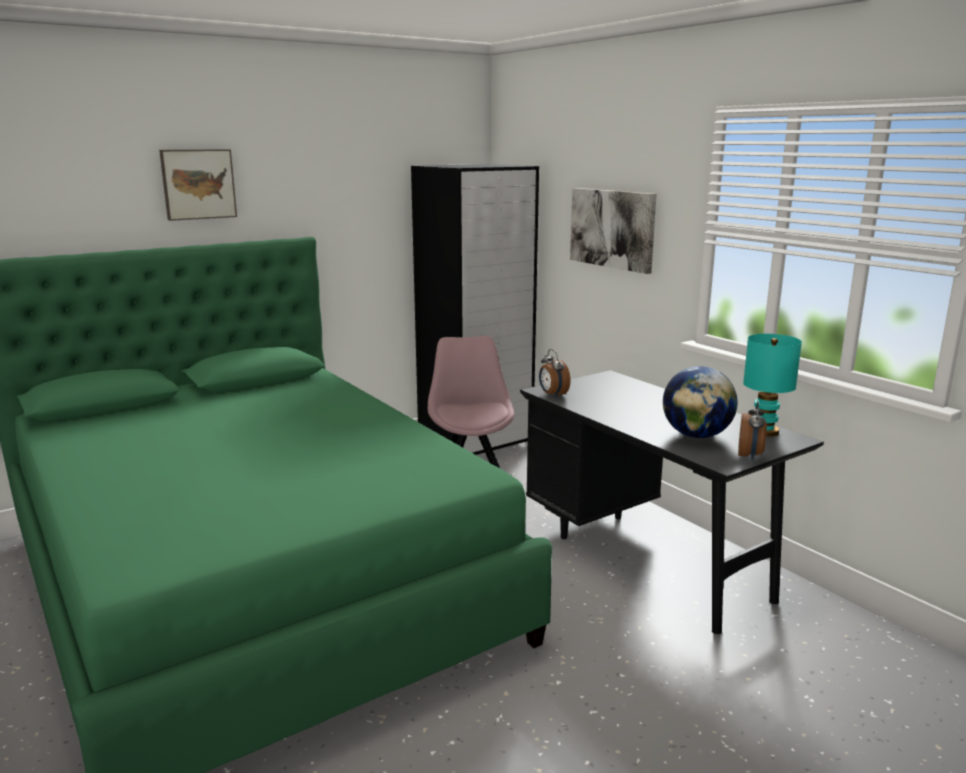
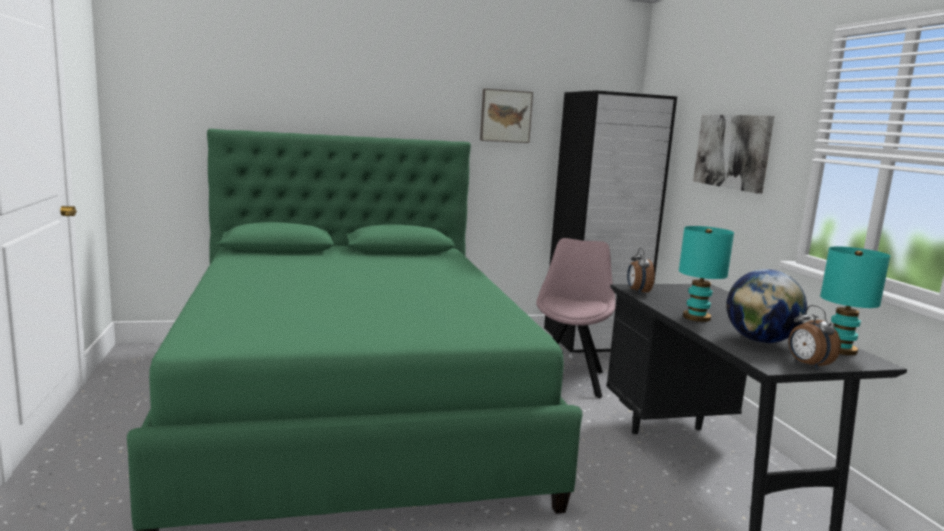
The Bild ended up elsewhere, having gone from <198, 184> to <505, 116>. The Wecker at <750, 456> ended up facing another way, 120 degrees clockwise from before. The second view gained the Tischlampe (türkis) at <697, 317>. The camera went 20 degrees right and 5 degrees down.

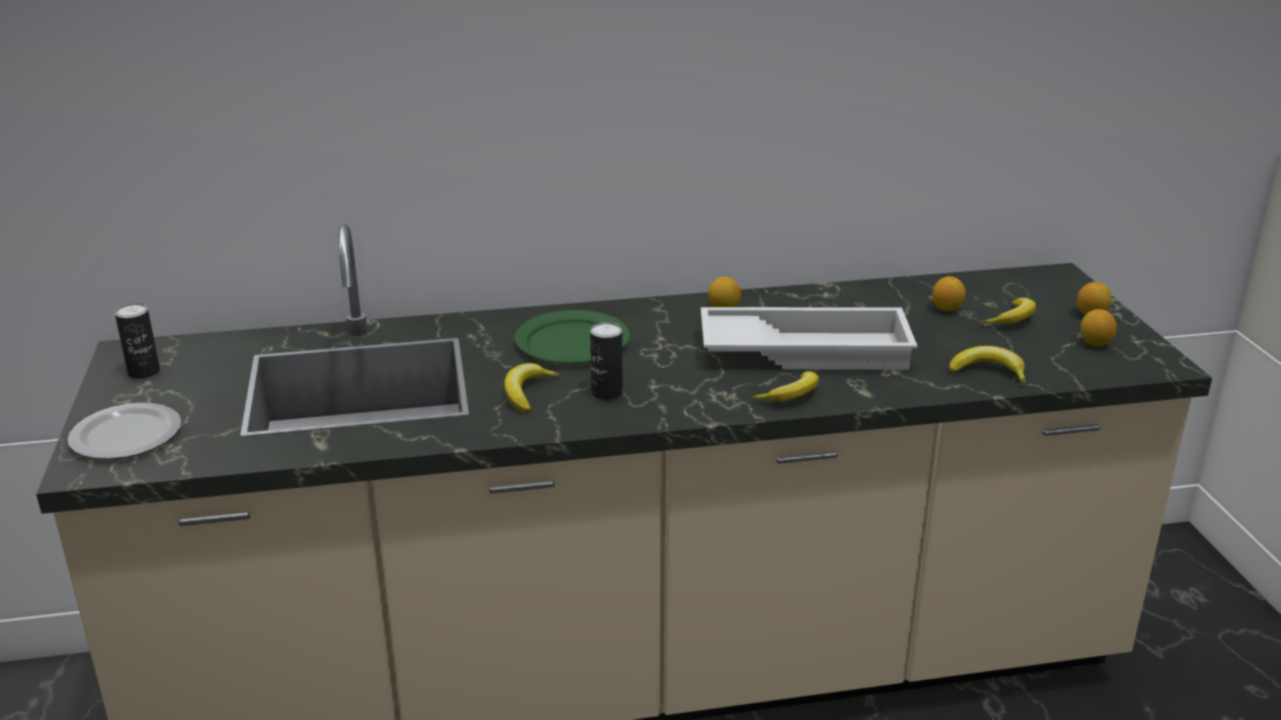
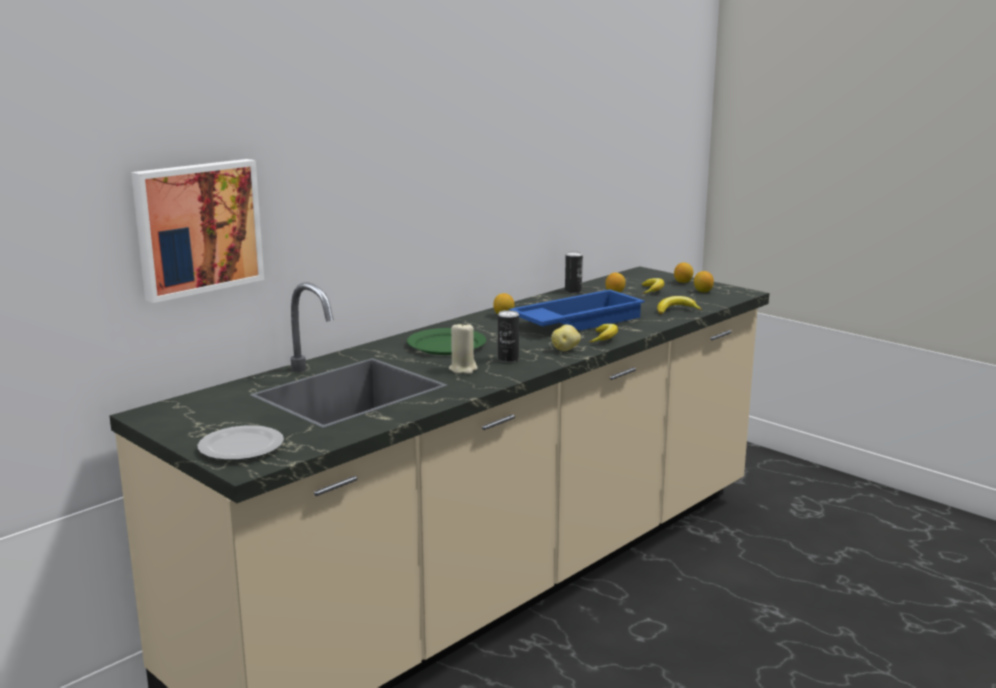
The Dose ended up elsewhere, having gone from <144, 372> to <573, 291>. What was the Tablett (weiß) at <806, 349> turned into the Tablett (blau) at <577, 321>. Where the Banane stood at <527, 393>, the Kerze (beige) came to stand at <463, 369>. The second view gained the Bild at <197, 227>. The second view gained the Kartoffel at <565, 349>. The camera went 35 degrees left and 10 degrees down.

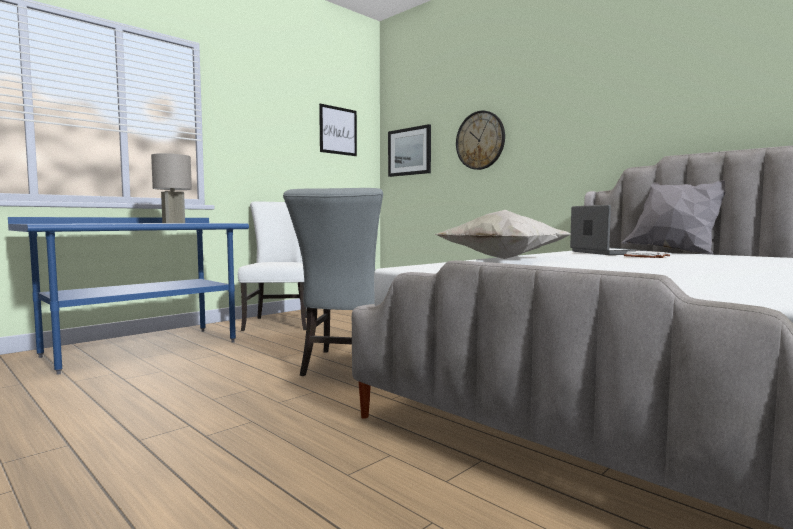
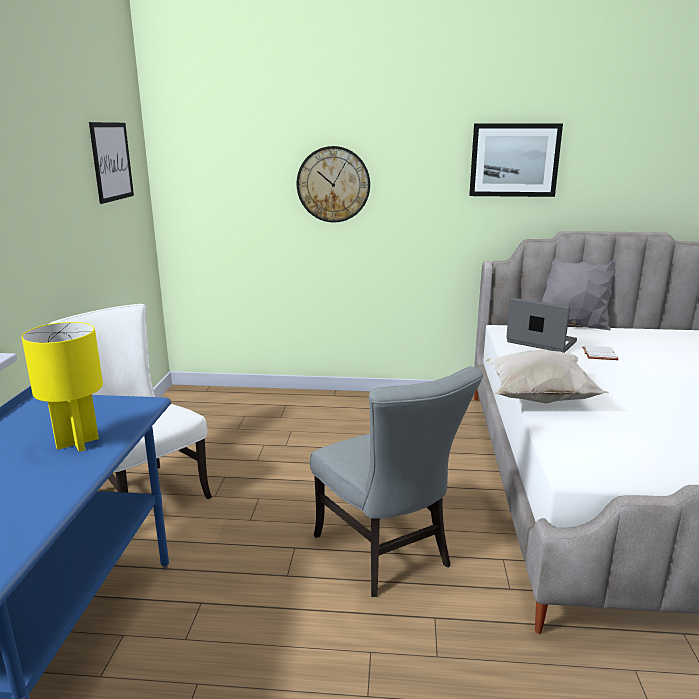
The Bild ended up elsewhere, having gone from <409, 151> to <514, 160>. What was the Tischlampe (grau) at <173, 223> turned into the Tischlampe (gelb) at <77, 443>. The camera went 40 degrees left and 15 degrees up.

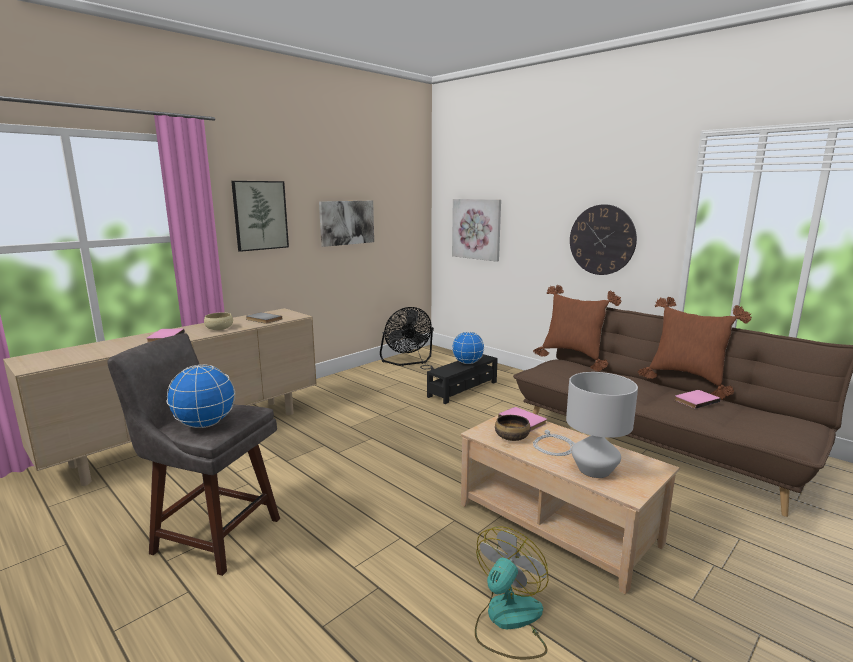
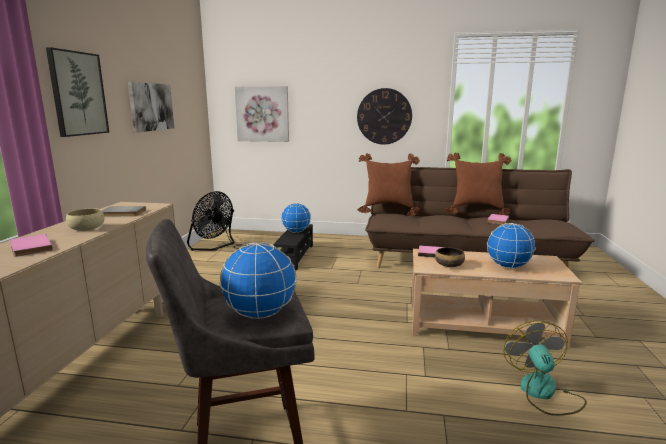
Where the Tischlampe (grau) stood at <578, 459>, the Globus came to stand at <508, 267>. The camera went 35 degrees left and 0 degrees up.

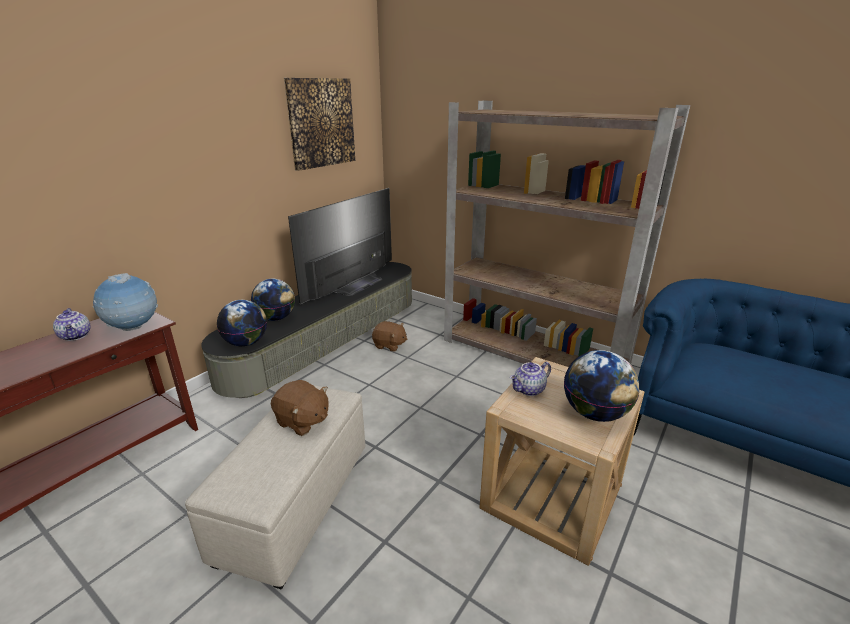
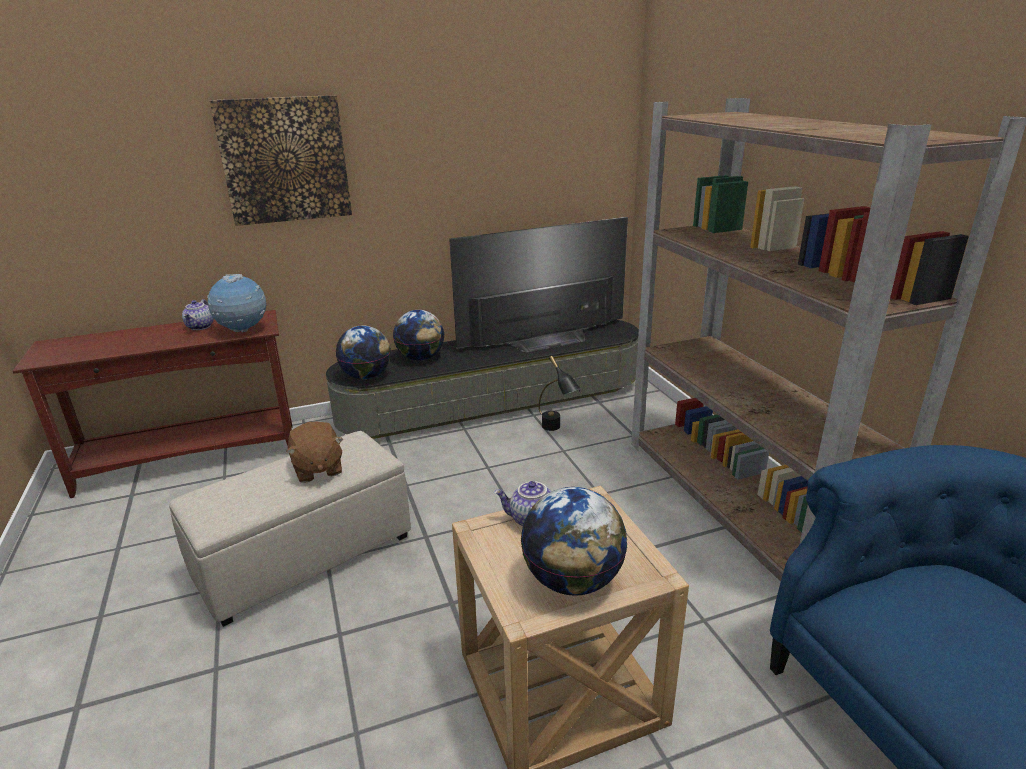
The Bild ended up elsewhere, having gone from <321, 123> to <285, 160>. Where the Plüschtier (braun) stood at <389, 345>, the Tischlampe (schwarz) came to stand at <556, 430>. The camera went 35 degrees right and 0 degrees up.

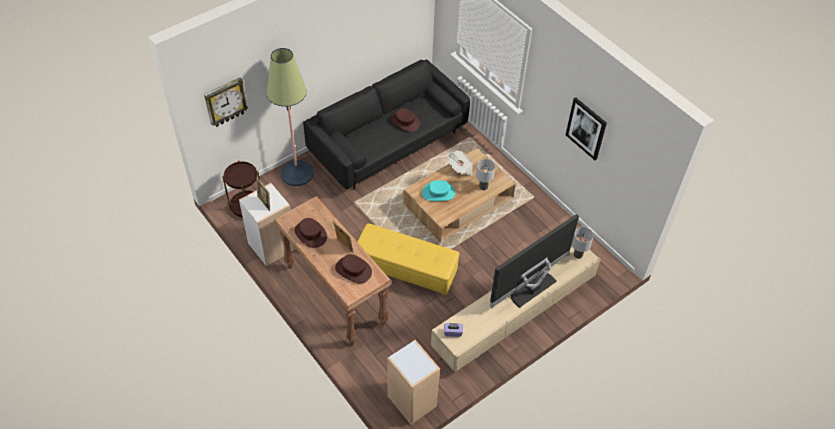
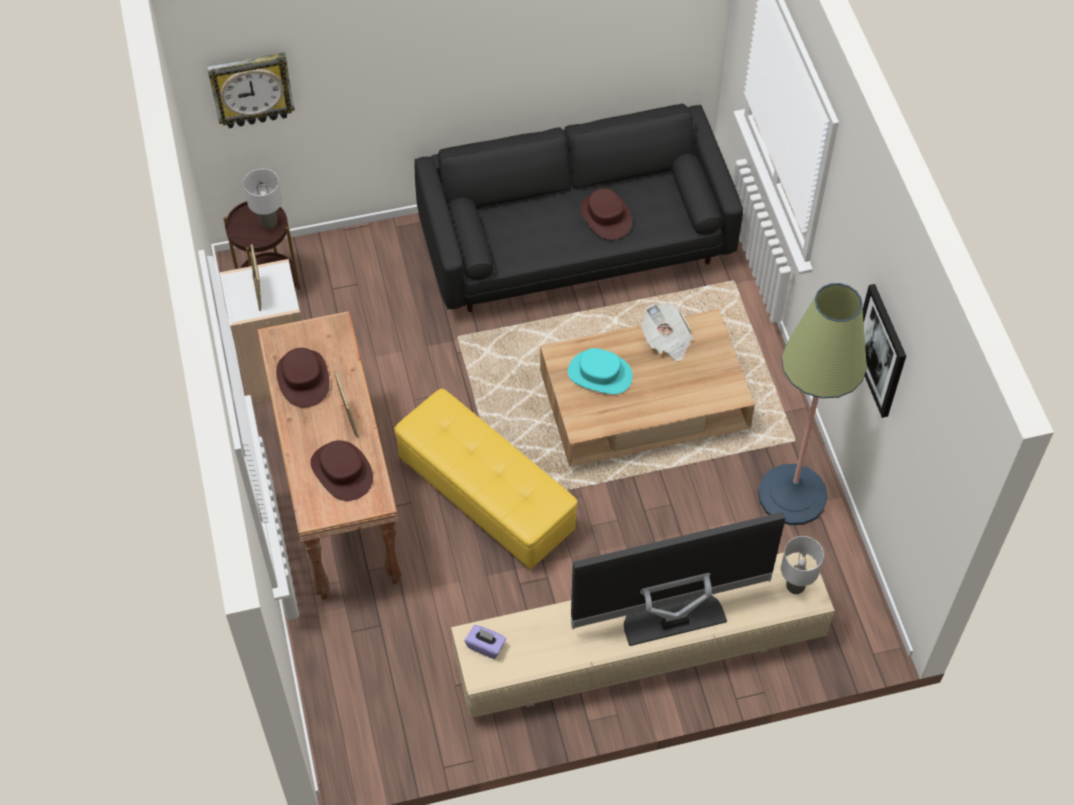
The Stehlampe ended up elsewhere, having gone from <297, 173> to <792, 495>. The Tischlampe (weiß) ended up elsewhere, having gone from <483, 187> to <268, 223>. The second view lost the Bücherregal at <412, 402>. The camera went 25 degrees right and 5 degrees up.

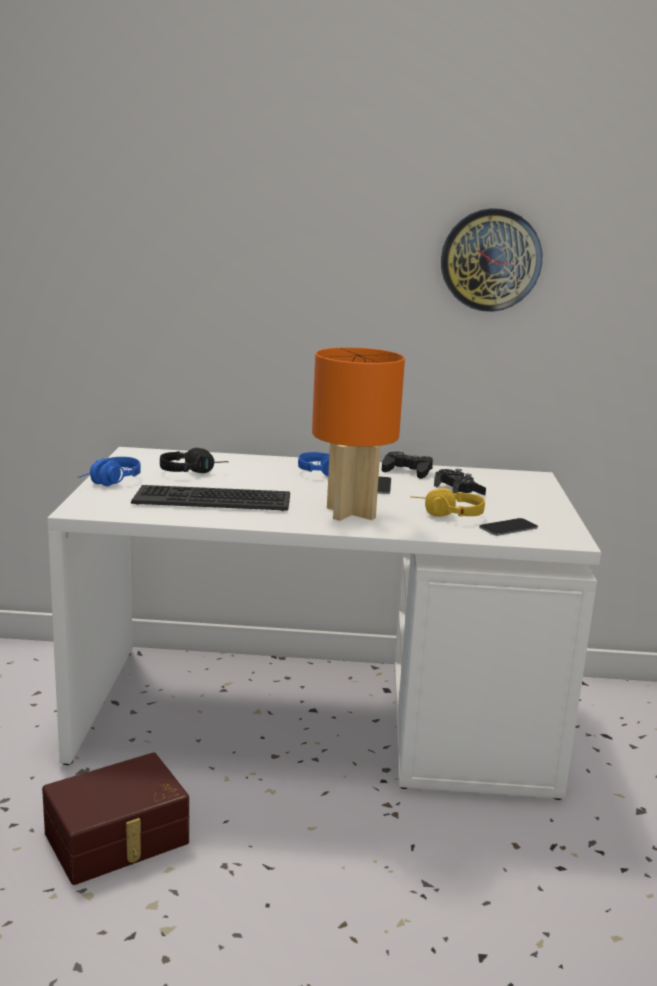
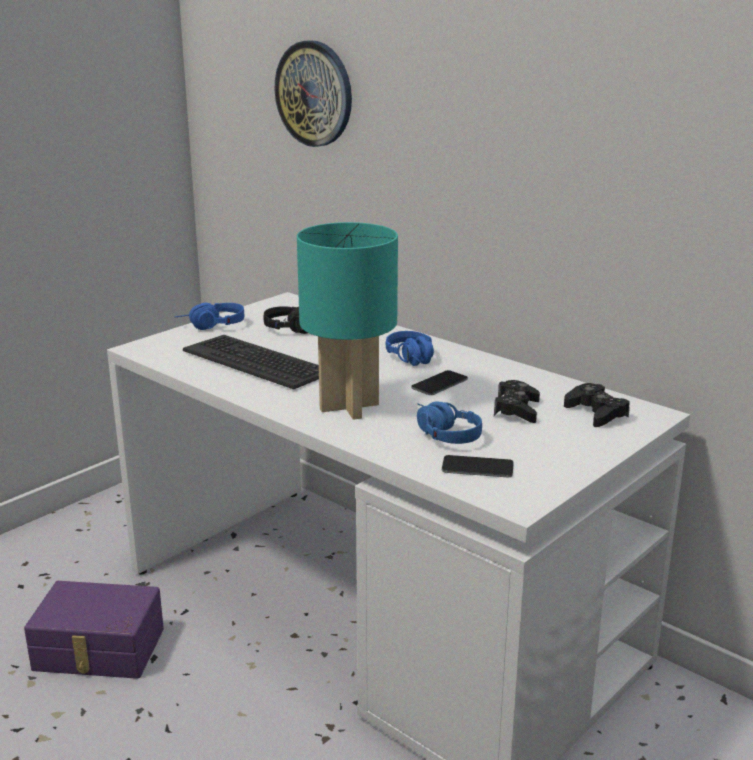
The Wanduhr ended up elsewhere, having gone from <490, 260> to <314, 94>. What was the Tischlampe (orange) at <352, 513> turned into the Tischlampe (türkis) at <350, 407>. The Gamepad (schwarz) ended up elsewhere, having gone from <407, 471> to <596, 413>. What was the Kopfhörer (gelb) at <446, 515> turned into the Kopfhörer (blau) at <441, 434>. What was the Aufbewahrungsbox (braun) at <118, 840> turned into the Aufbewahrungsbox (lila) at <98, 650>. The camera went 40 degrees right and 5 degrees up.

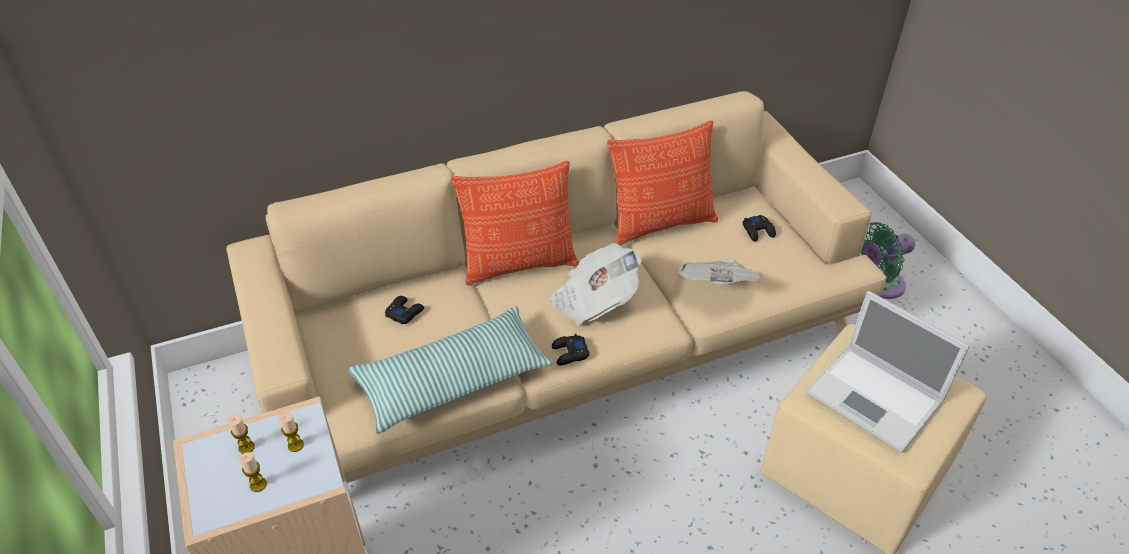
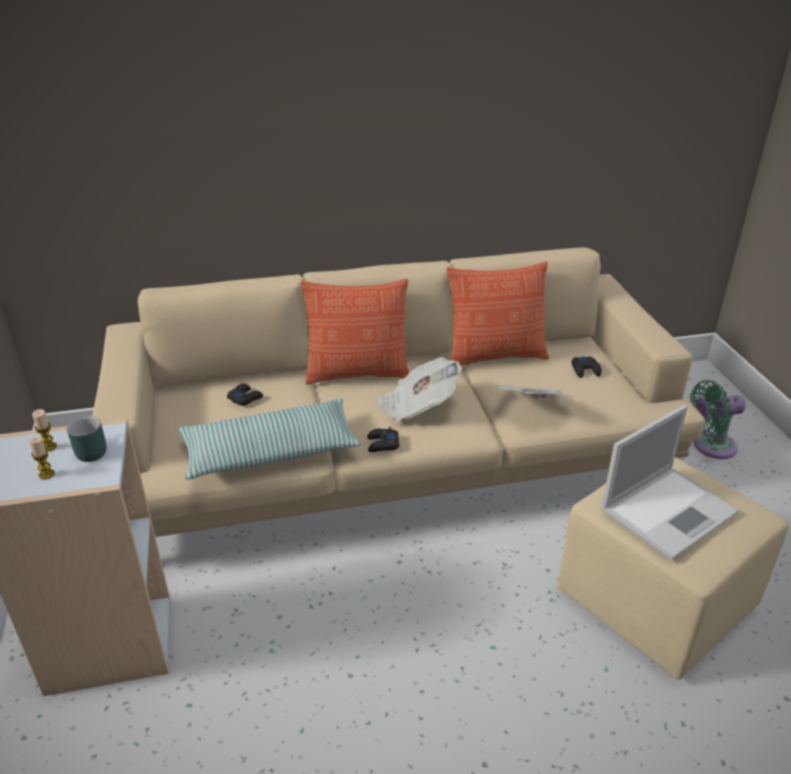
The Laptop at <876, 398> ended up facing another way, 90 degrees counterclockwise from before. Where the Kerze stood at <295, 445>, the Henkelbecher (türkis) came to stand at <91, 450>. The camera went 10 degrees right and 10 degrees down.

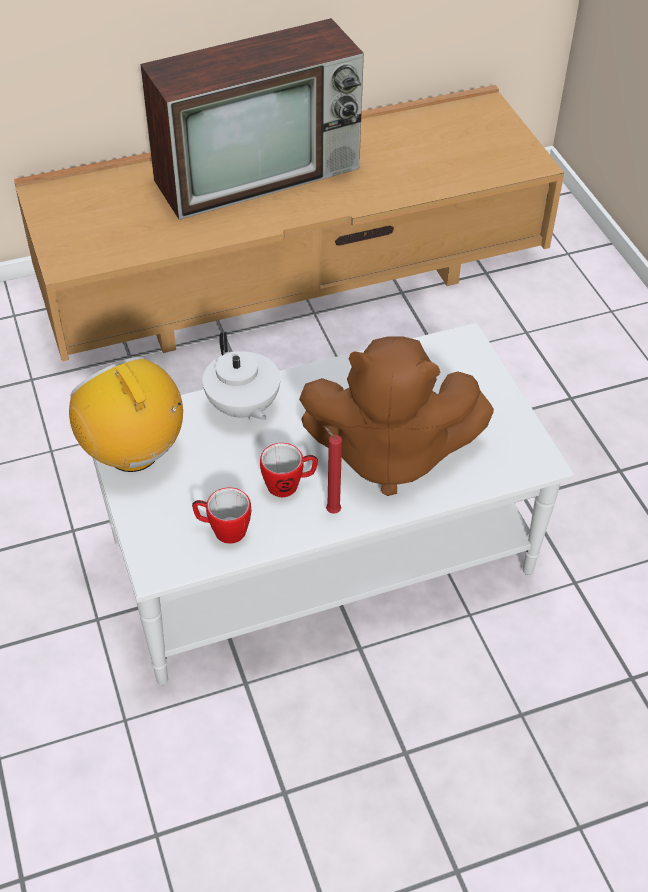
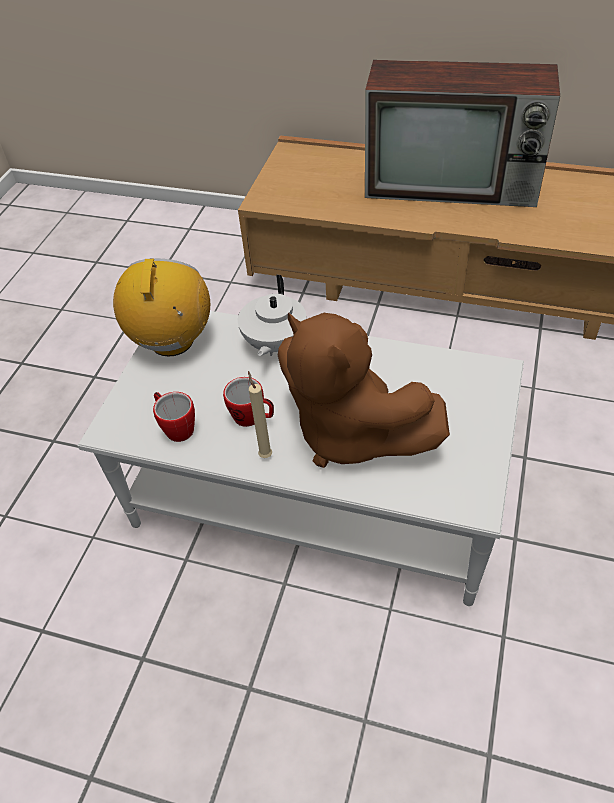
What was the Kerze (rot) at <331, 510> turned into the Kerze (beige) at <265, 454>. The camera went 40 degrees right and 0 degrees up.

